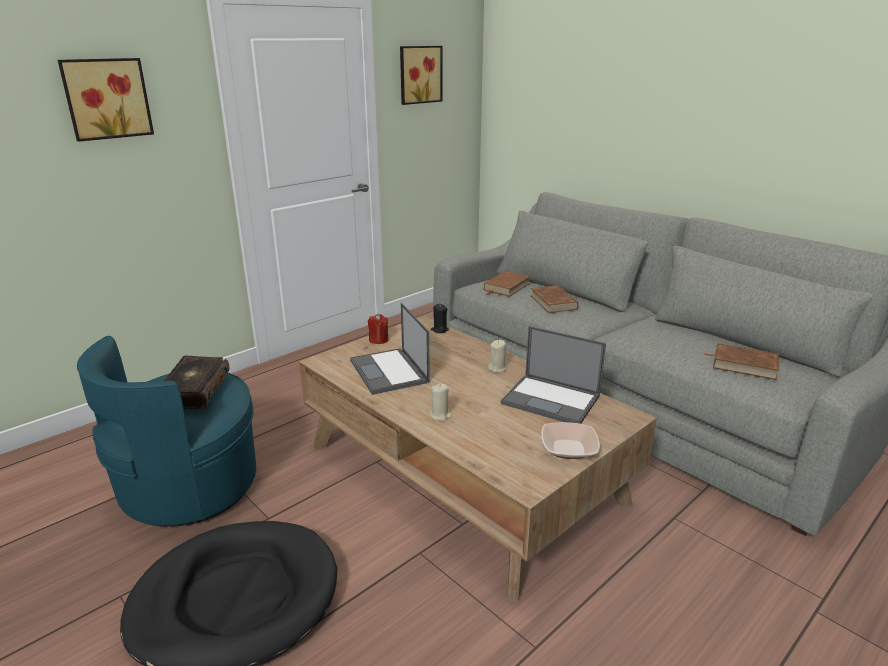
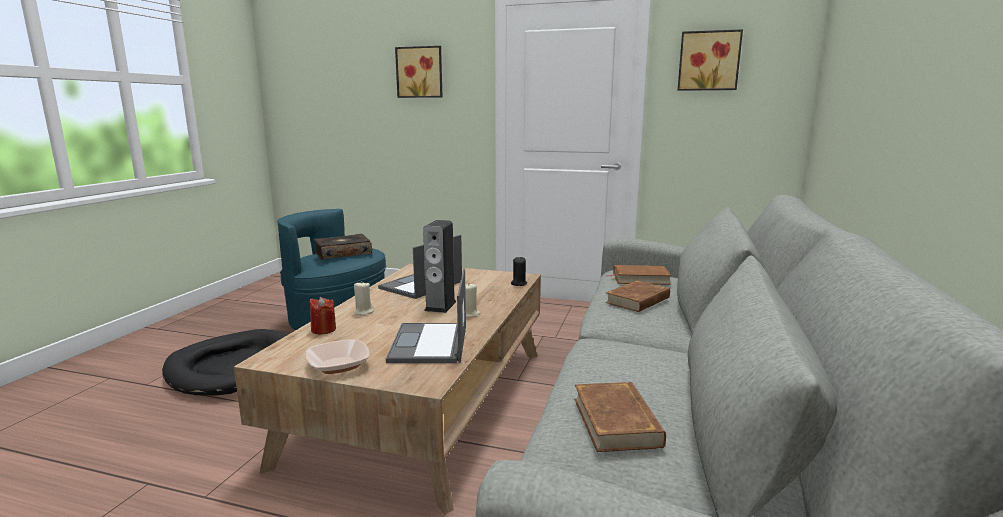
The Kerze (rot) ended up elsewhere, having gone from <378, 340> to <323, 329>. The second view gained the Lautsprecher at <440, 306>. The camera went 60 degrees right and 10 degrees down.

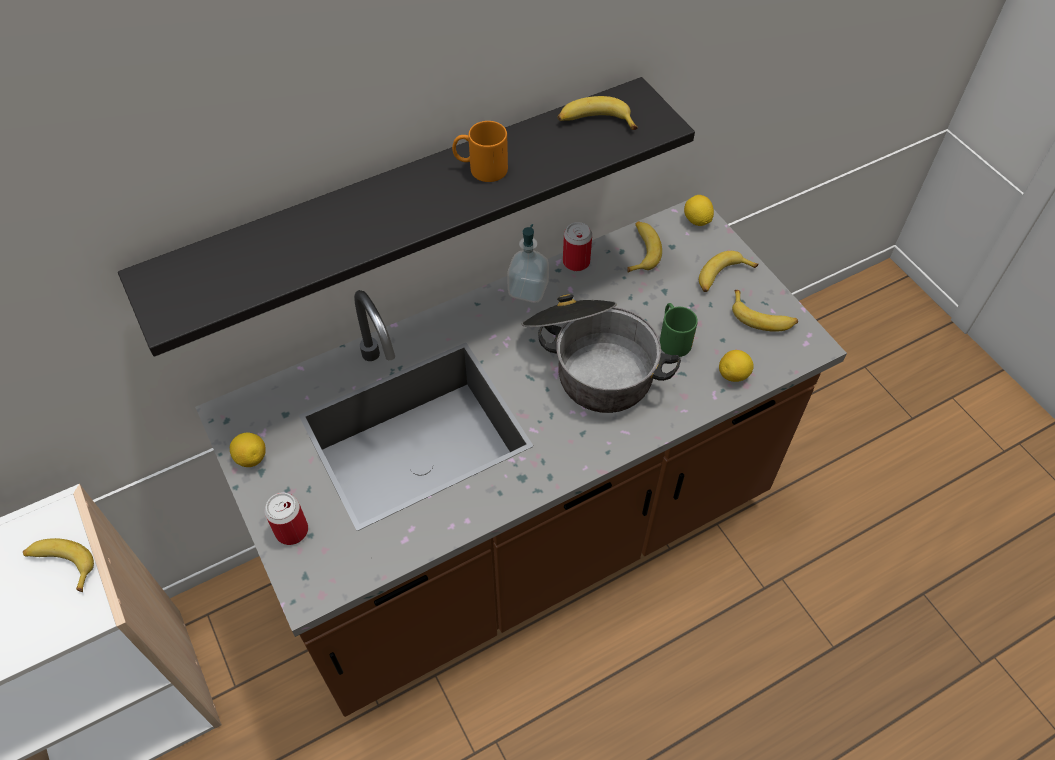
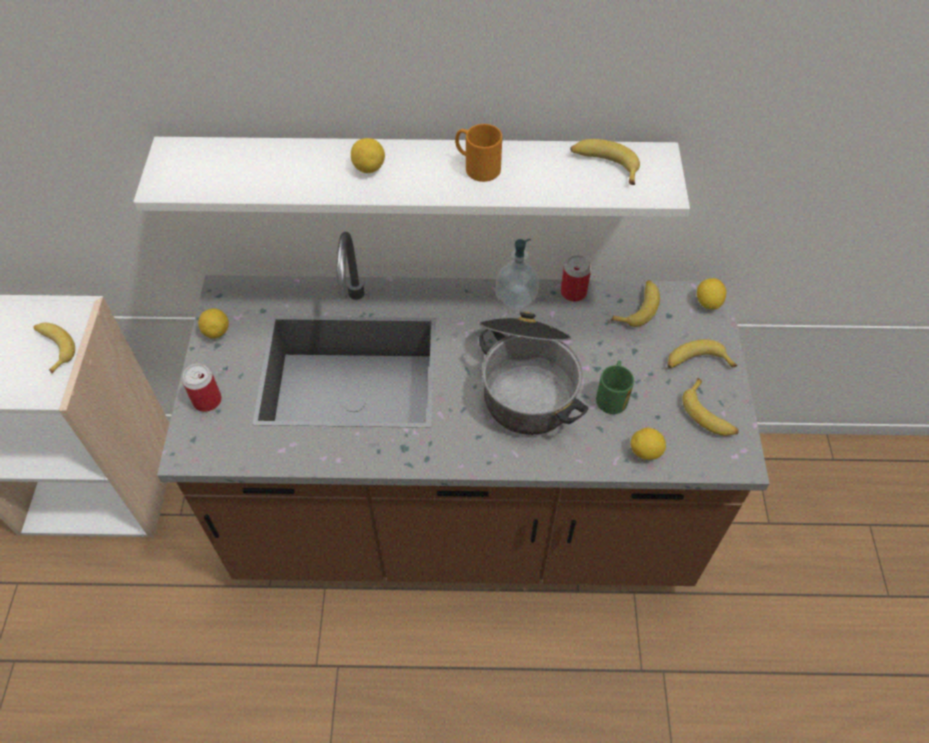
What was the Wandregal (schwarz) at <406, 205> turned into the Wandregal (weiß) at <417, 176>. The second view gained the Zitrone at <369, 168>. The camera went 30 degrees right and 0 degrees up.

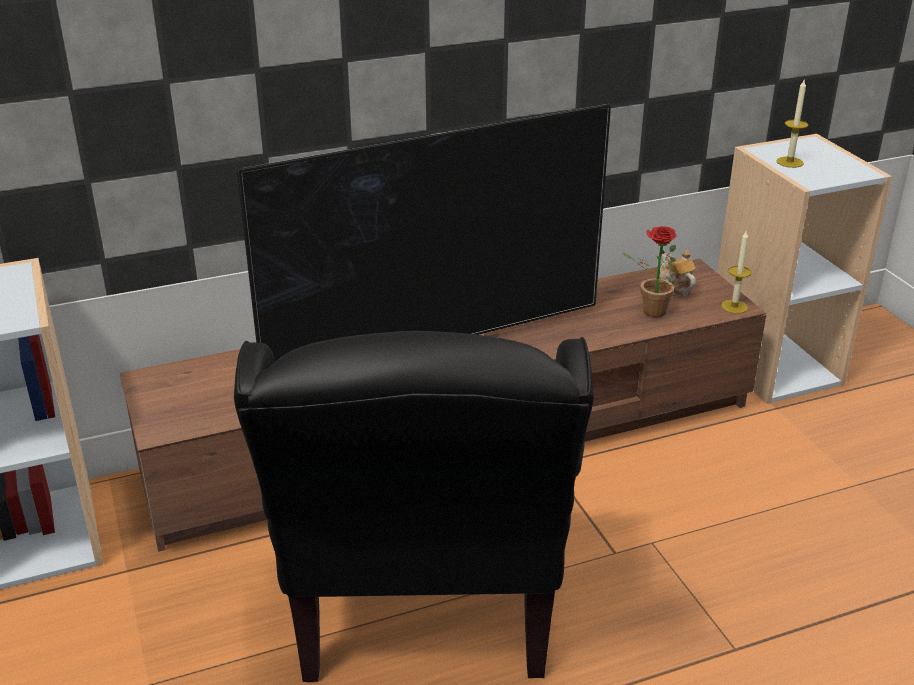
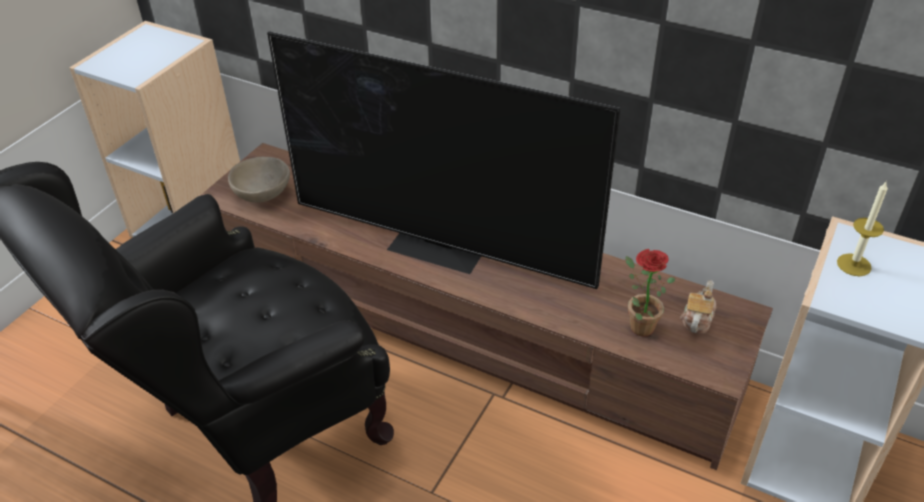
The second view lost the Kerze at <734, 307>. The second view gained the Schüssel (beige) at <263, 195>. The camera went 50 degrees right and 10 degrees up.

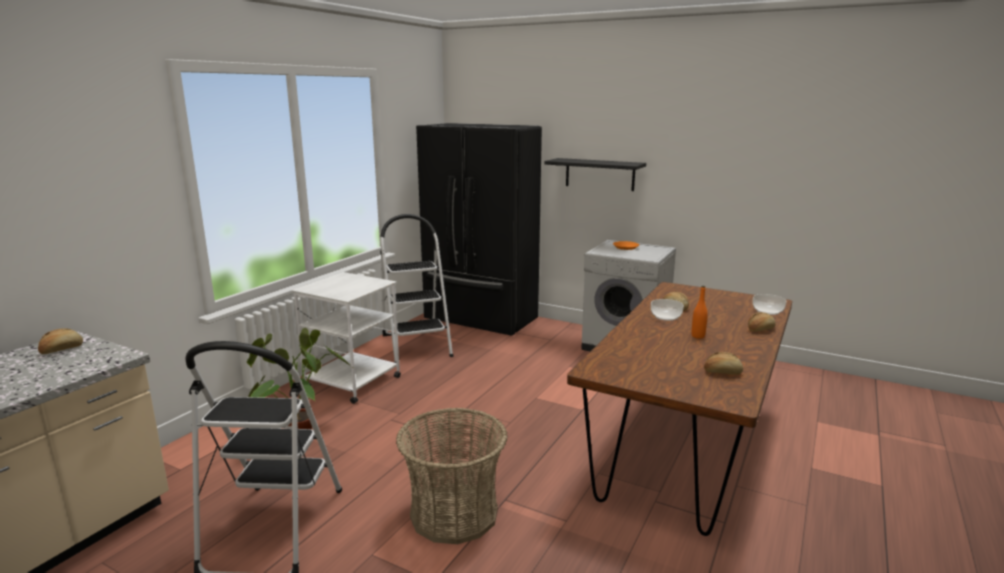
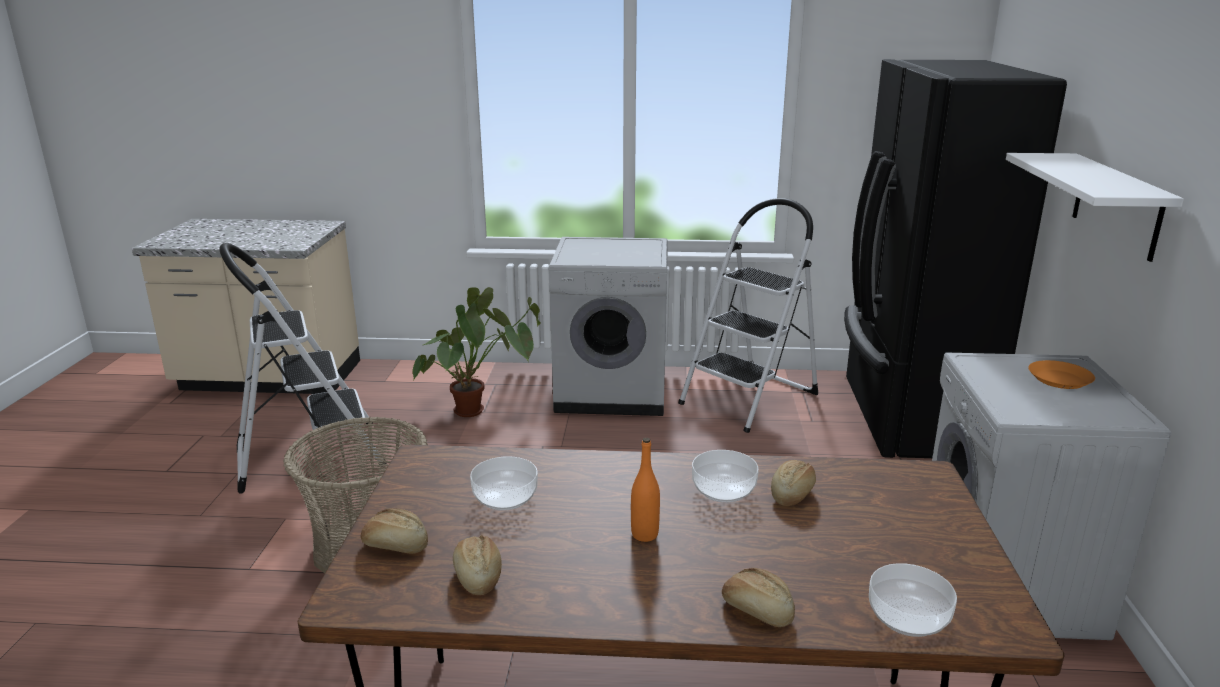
What was the Wandregal (schwarz) at <599, 174> turned into the Wandregal (weiß) at <1117, 205>. Where the Rollwagen (weiß) stood at <353, 381>, the Waschmaschine (weiß) came to stand at <611, 395>. The Brot ended up elsewhere, having gone from <61, 349> to <396, 545>. The second view gained the Schüssel at <504, 497>. The camera went 65 degrees right and 5 degrees up.

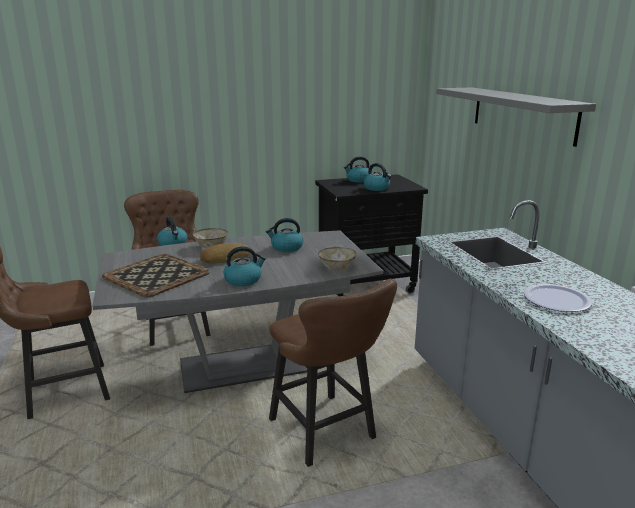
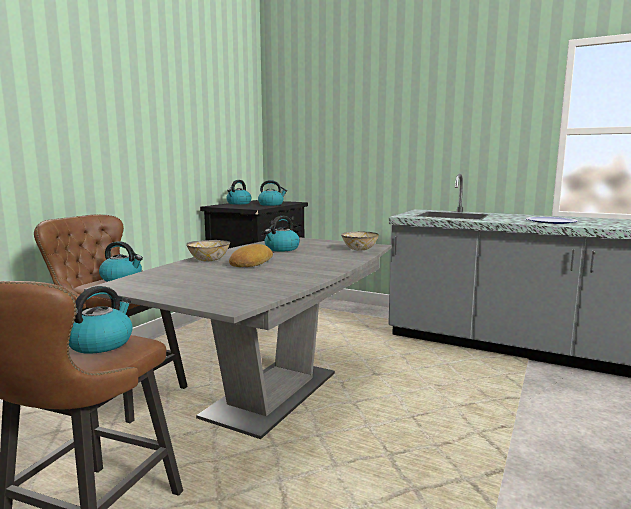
The second view lost the Wandregal (grau) at <522, 114>. The Wasserkessel ended up elsewhere, having gone from <243, 280> to <101, 343>. The second view lost the Tablett at <158, 275>. The second view lost the Hocker (braun) at <328, 436>. The camera went 45 degrees left and 10 degrees down.

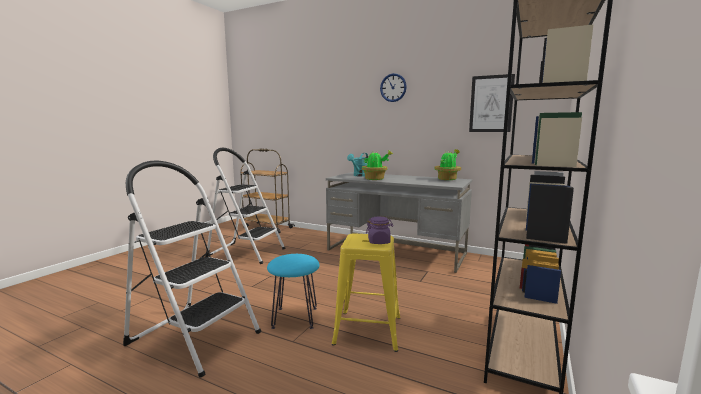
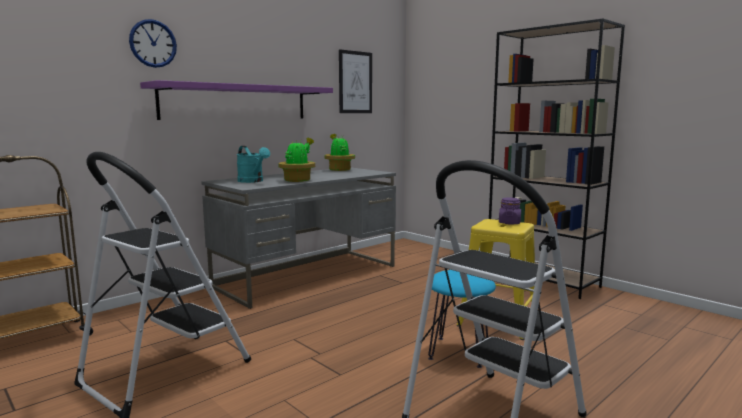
The Wanduhr ended up elsewhere, having gone from <393, 87> to <153, 43>. The second view gained the Wandregal (lila) at <236, 102>. The camera went 70 degrees left and 0 degrees up.

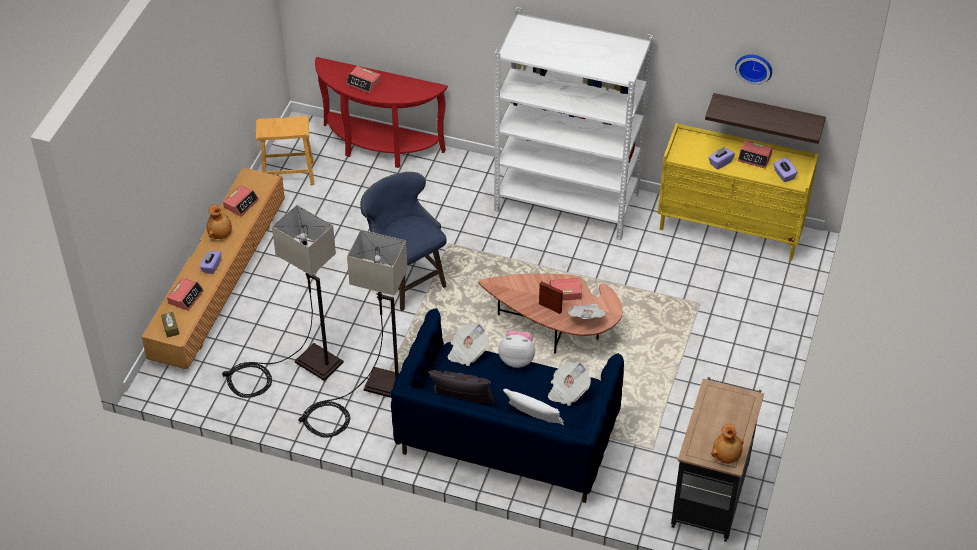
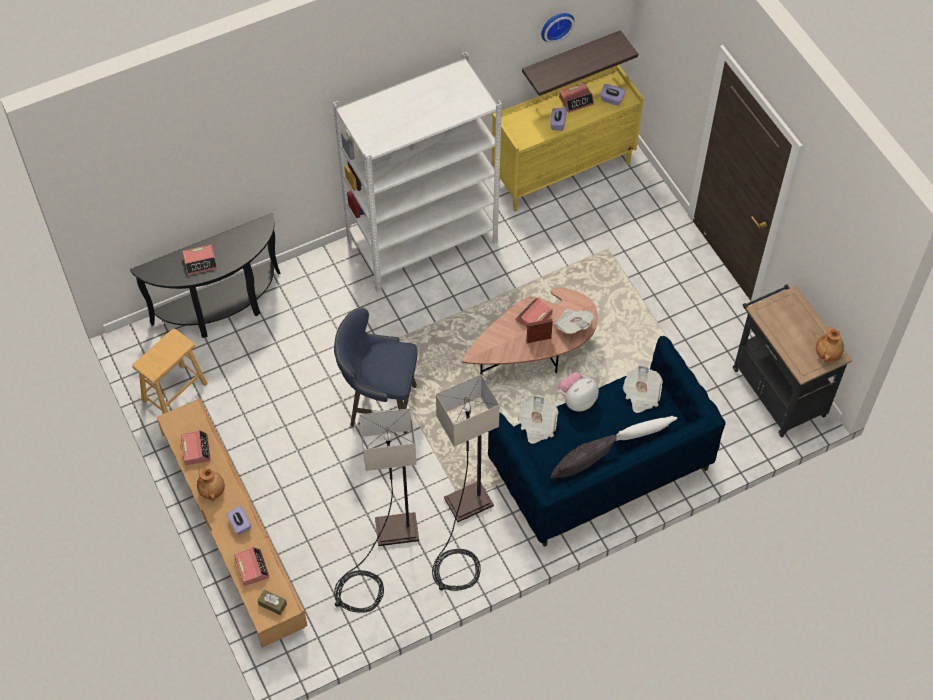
What was the Konsolentisch (rot) at <378, 148> turned into the Konsolentisch (schwarz) at <222, 310>. The camera went 45 degrees left and 10 degrees up.

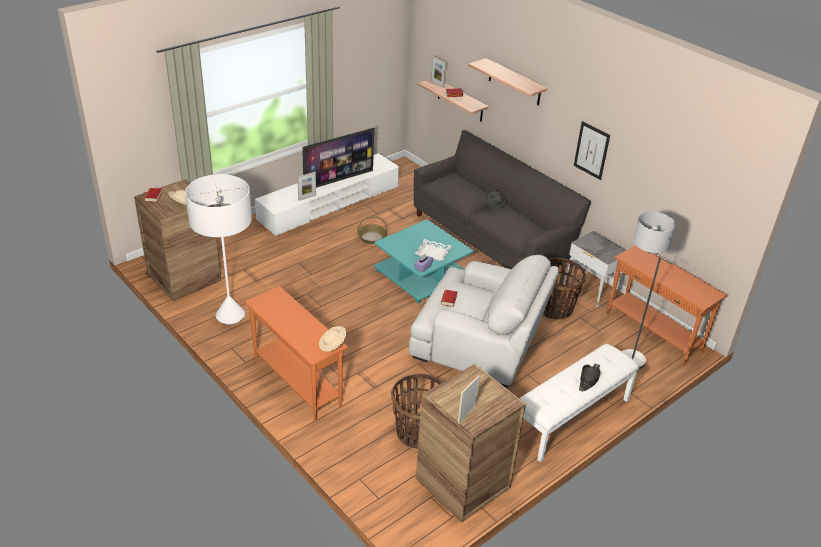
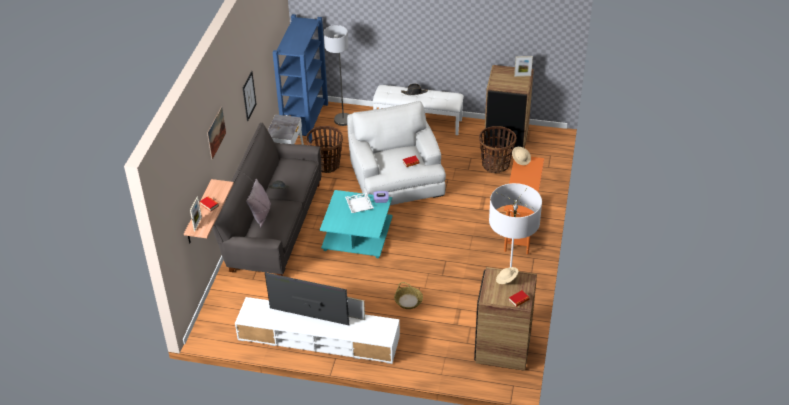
Where the Wandregal hung at <514, 82>, the Bild came to hang at <216, 132>. The Korb ended up elsewhere, having gone from <371, 237> to <408, 301>. Where the Konsolentisch (orange) stood at <654, 332>, the Bücherregal (blau) came to stand at <305, 121>. The second view gained the Kissen (lila) at <261, 215>. The camera went 125 degrees left and 5 degrees up.

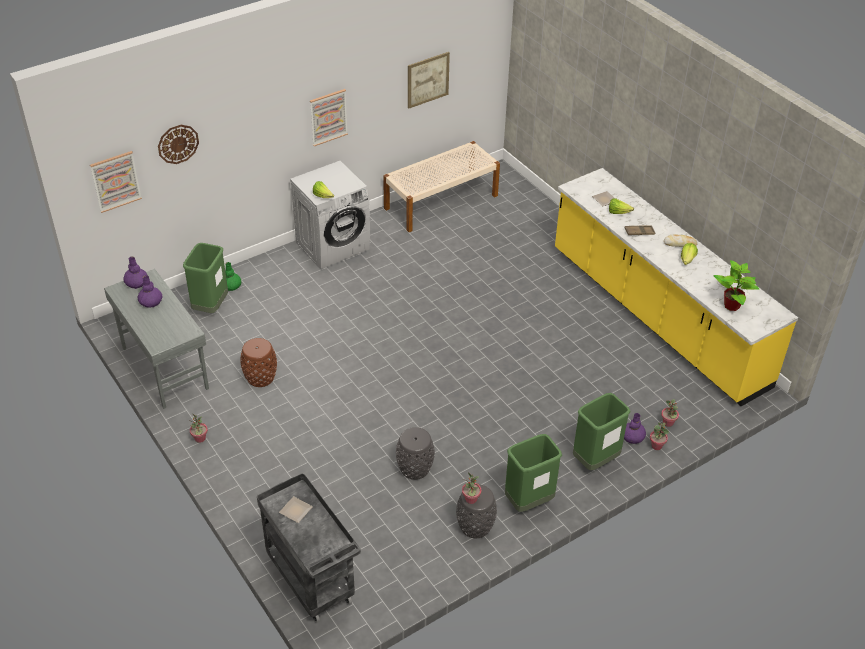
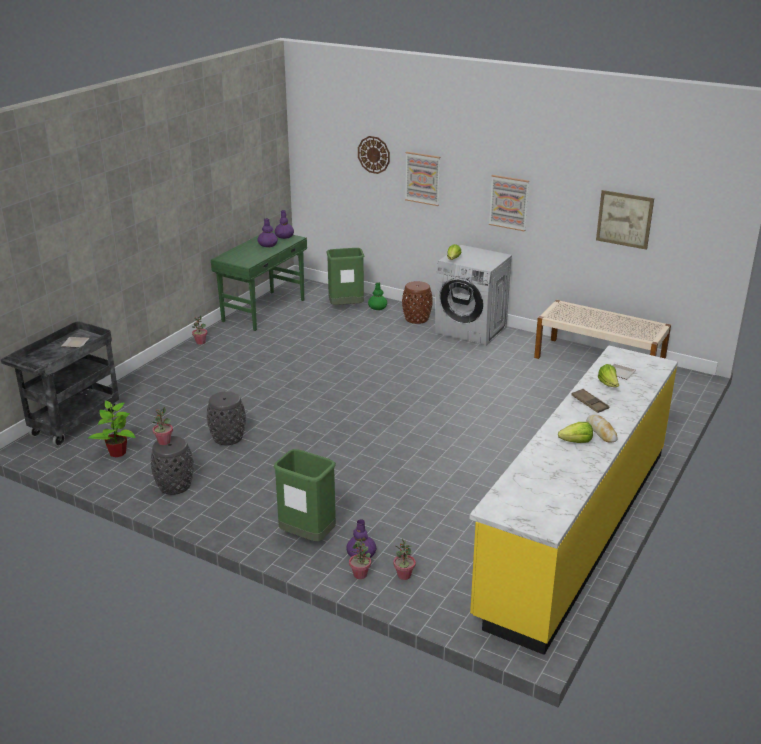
The Bild ended up elsewhere, having gone from <115, 181> to <422, 178>. The Topfpflanze ended up elsewhere, having gone from <732, 306> to <117, 453>. What was the Konsolentisch (grau) at <164, 368> turned into the Konsolentisch (grün) at <264, 310>. The Hocker (braun) ended up elsewhere, having gone from <260, 377> to <416, 319>. The second view lost the Mülleimer (grün) at <528, 501>. The camera went 65 degrees right and 15 degrees down.

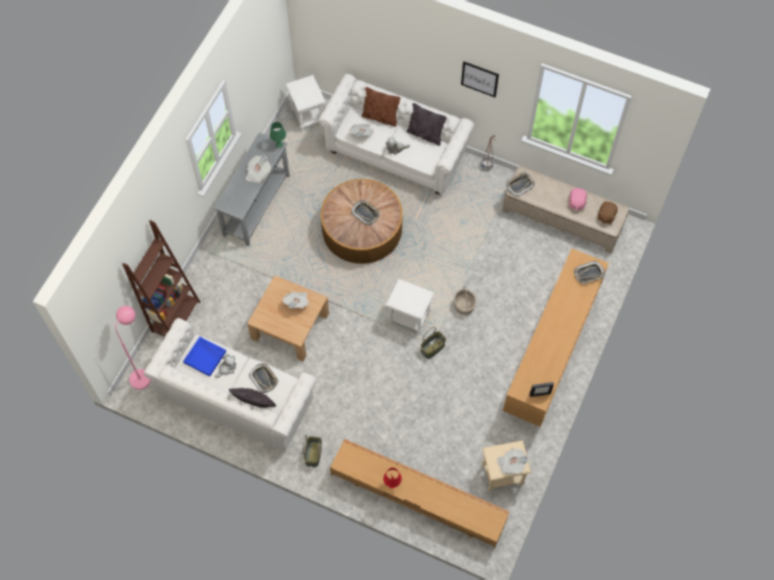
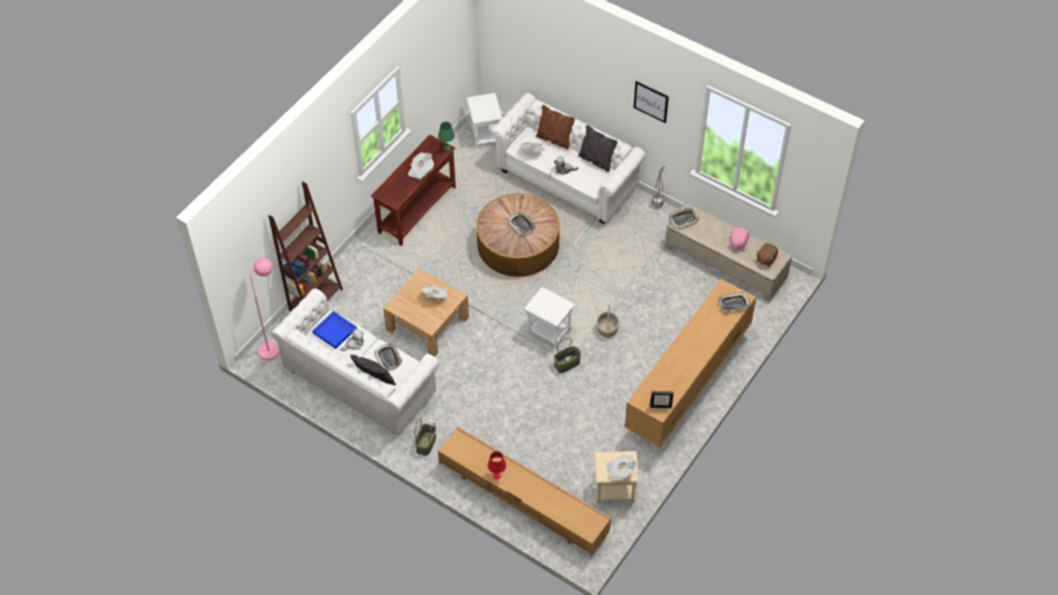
What was the Konsolentisch (grau) at <256, 205> turned into the Konsolentisch (braun) at <417, 209>. The camera went 10 degrees right and 10 degrees down.

